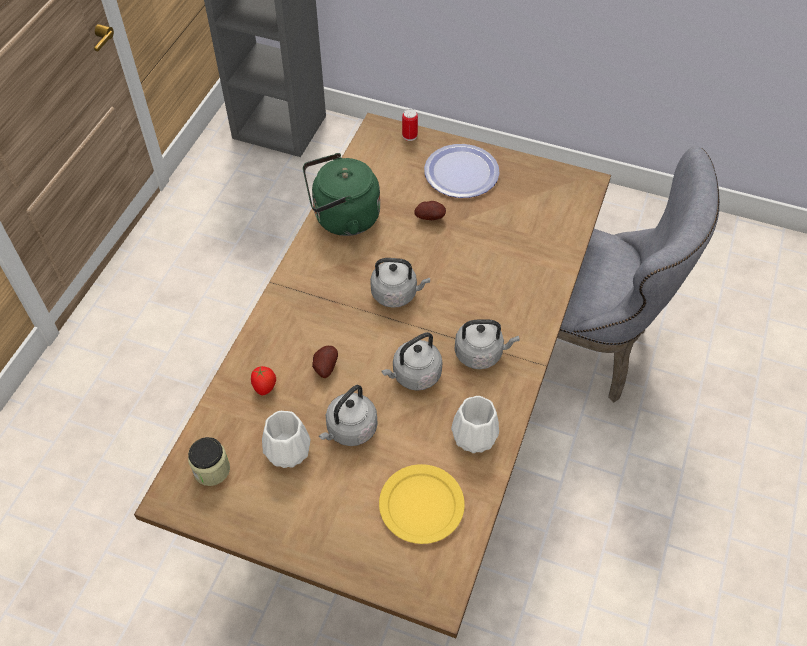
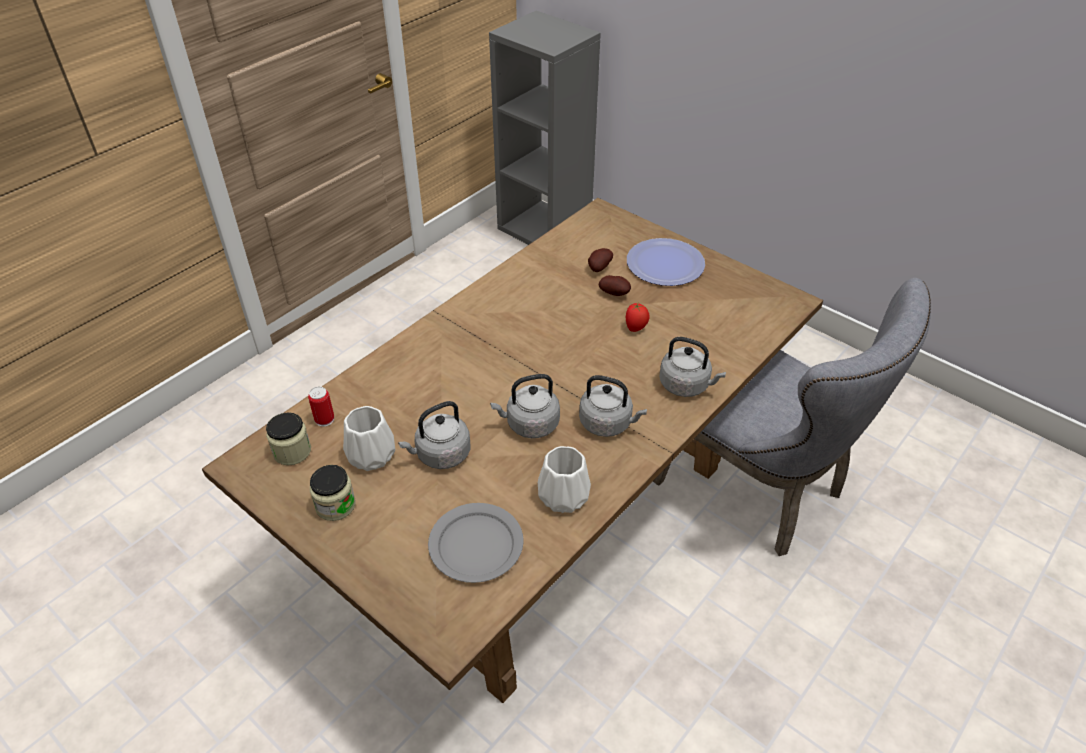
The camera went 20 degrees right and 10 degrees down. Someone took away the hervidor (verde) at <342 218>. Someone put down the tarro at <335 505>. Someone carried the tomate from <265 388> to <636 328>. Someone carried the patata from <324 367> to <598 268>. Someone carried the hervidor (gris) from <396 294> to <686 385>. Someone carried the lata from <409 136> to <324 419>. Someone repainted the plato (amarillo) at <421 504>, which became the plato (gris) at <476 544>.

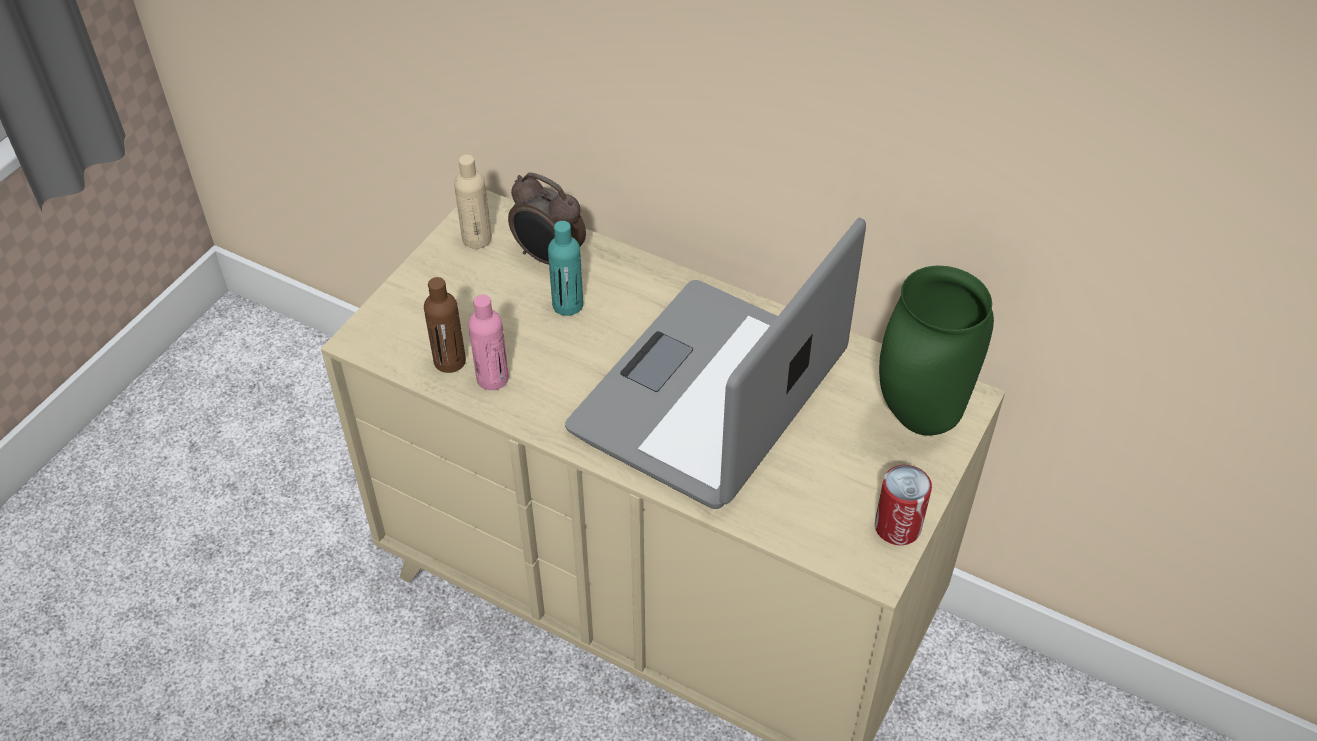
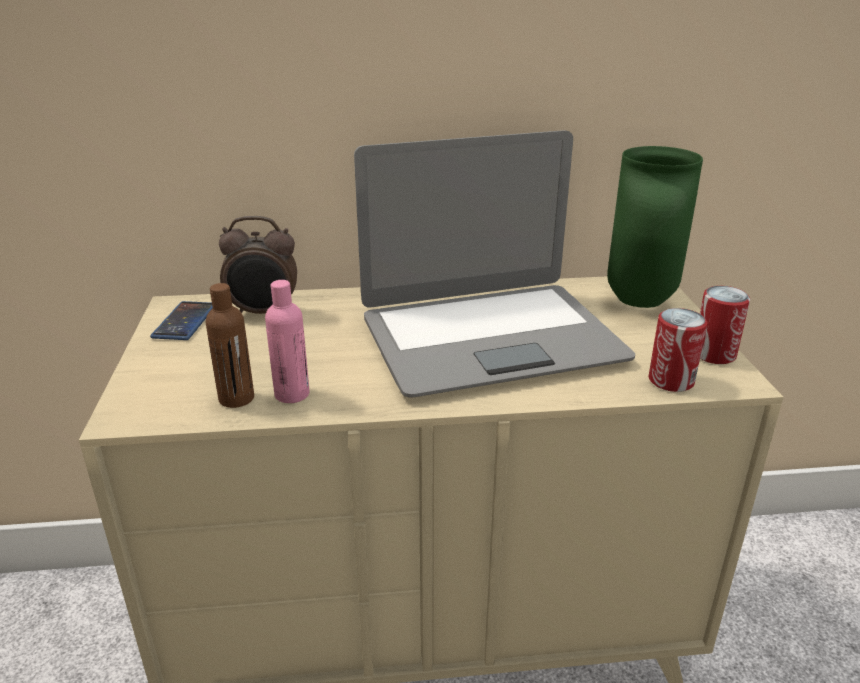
The camera went 35 degrees left and 20 degrees down. Someone took away the botella (turquesa) at <567 305>. Someone put down the lata at <671 380>. Someone swapped the botella (beis) at <477 239> for the móvil at <184 321>. Someone rotated the portátil at <711 395> by 105 degrees counterclockwise.

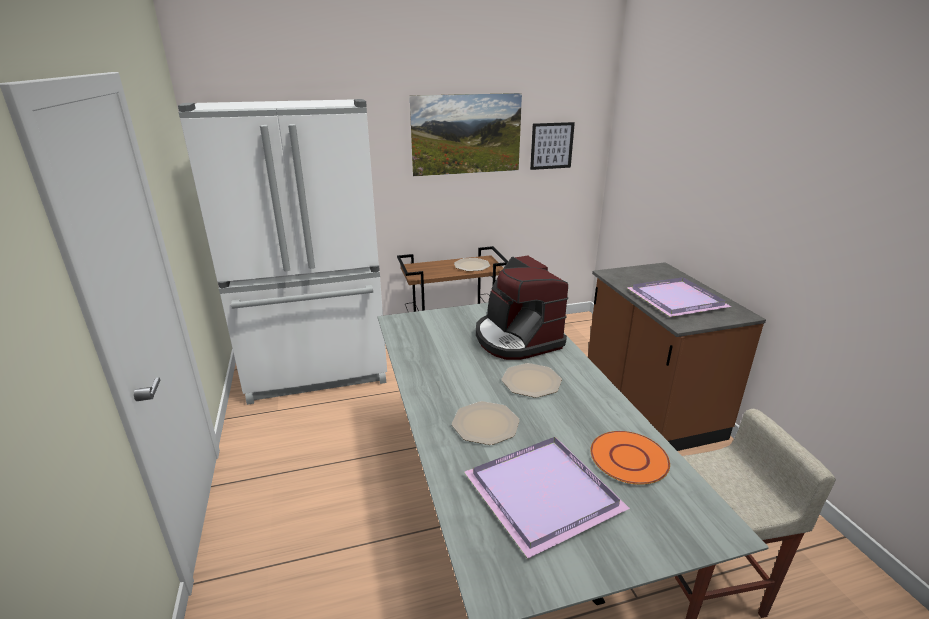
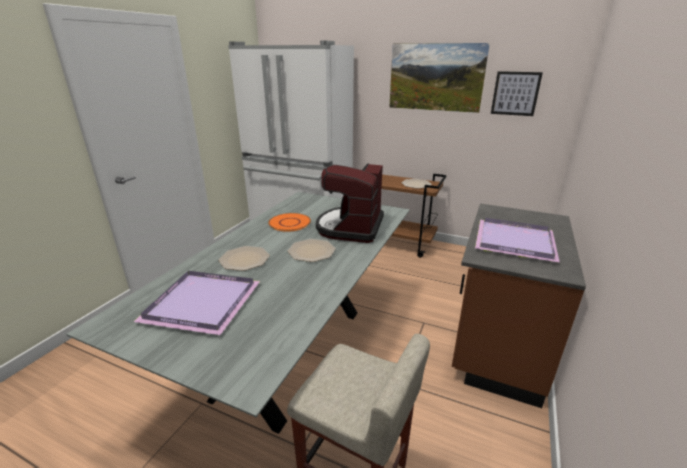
The camera went 40 degrees right and 0 degrees up. Someone carried the plato (naranja) from <628 458> to <289 223>.

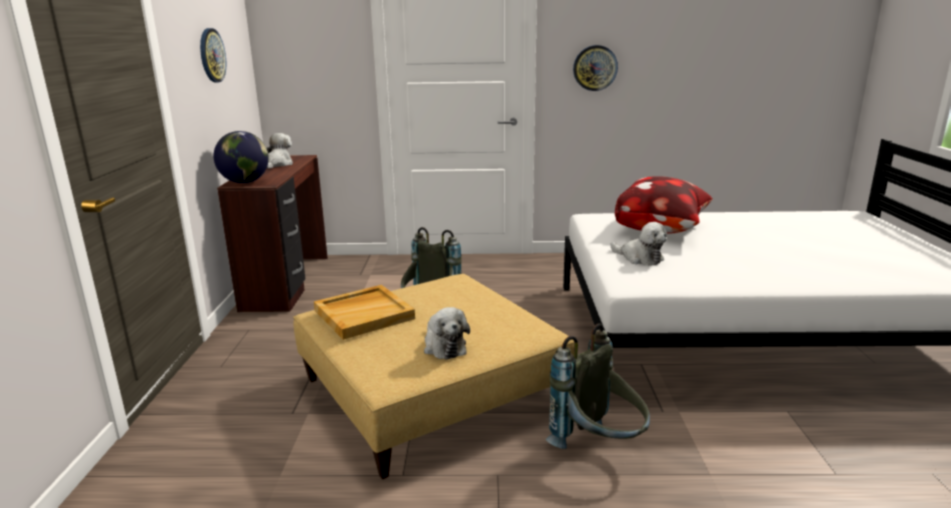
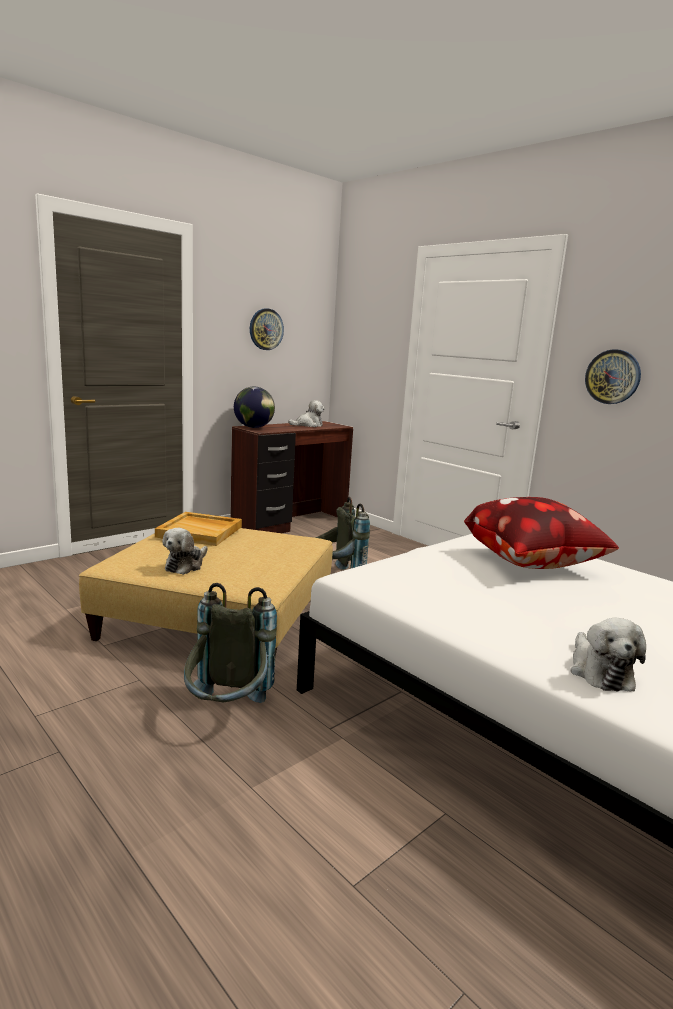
The camera went 45 degrees right and 5 degrees down. Someone carried the peluche from <639 258> to <599 671>.

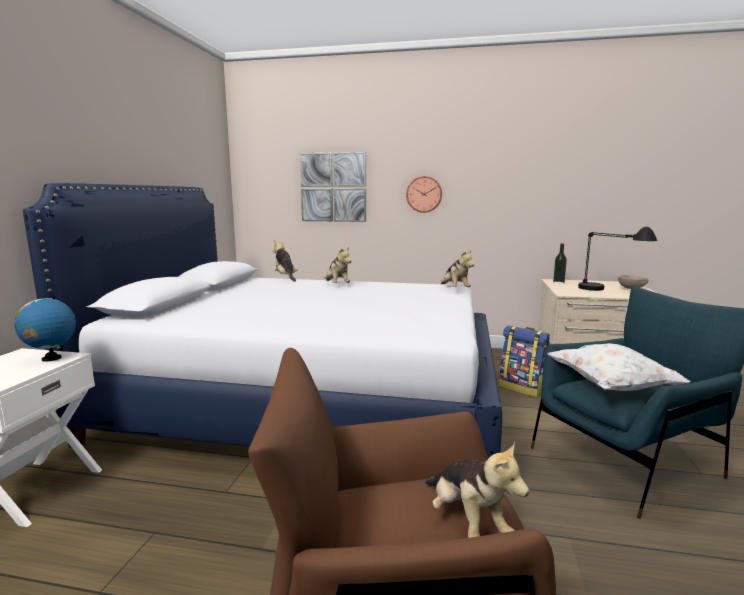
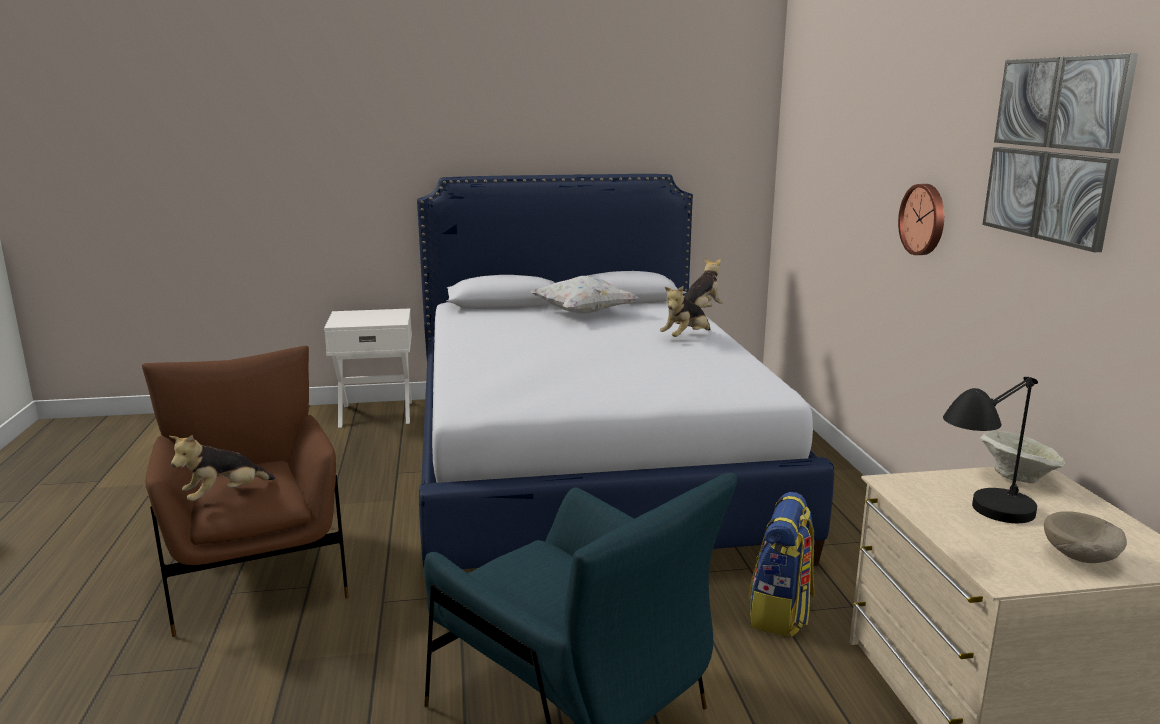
The camera went 70 degrees right and 5 degrees up. Someone took away the globo terráqueo at <51 358>. Someone took away the peluche at <455 289>. Someone carried the cuadro from <333 187> to <1054 149>. Someone carried the cojín (blanco) from <611 387> to <583 313>. Someone swapped the botella at <558 282> for the cuenco (beis) at <1018 478>.

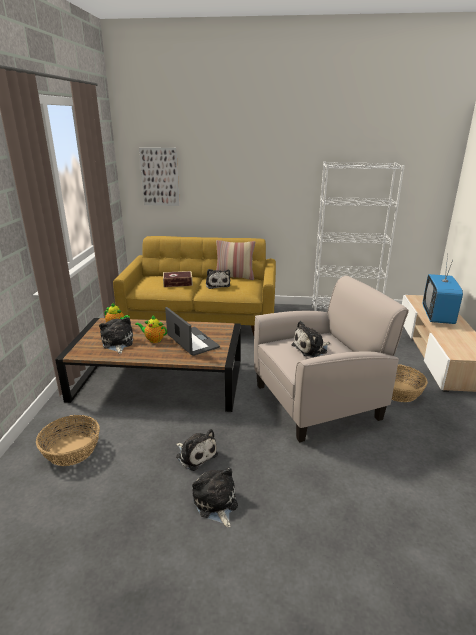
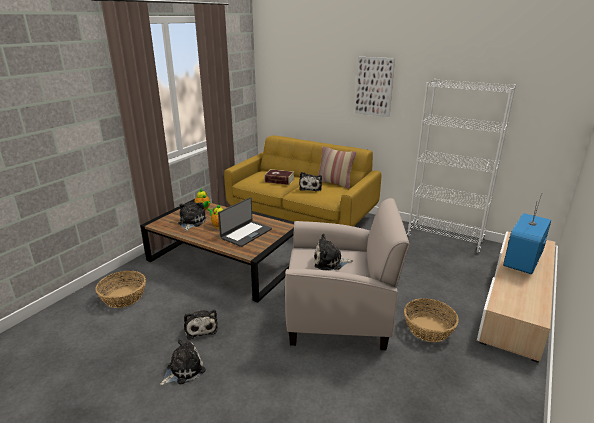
The camera went 25 degrees right and 0 degrees up. Someone carried the cuadro from <160 177> to <374 86>. Someone rotated the portátil at <192 342> by 45 degrees clockwise. Someone rotated the peluche at <216 503> by 45 degrees clockwise.

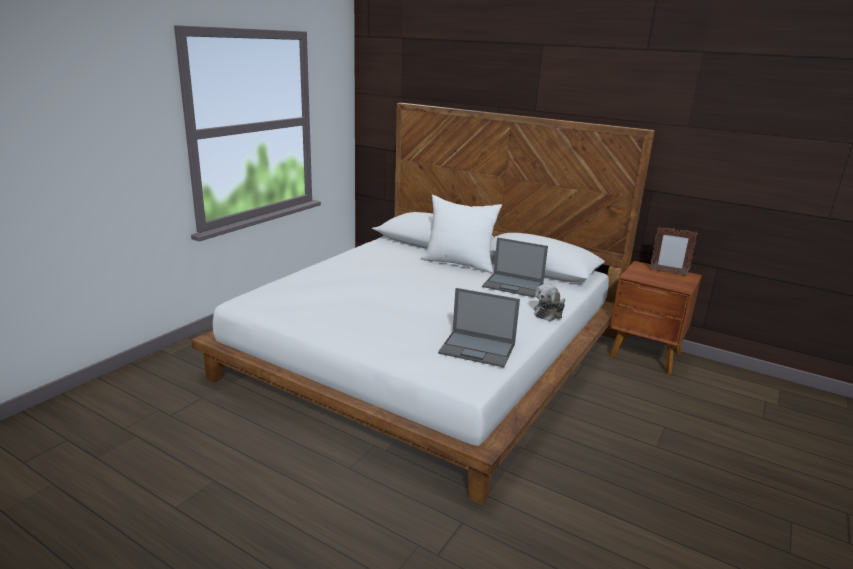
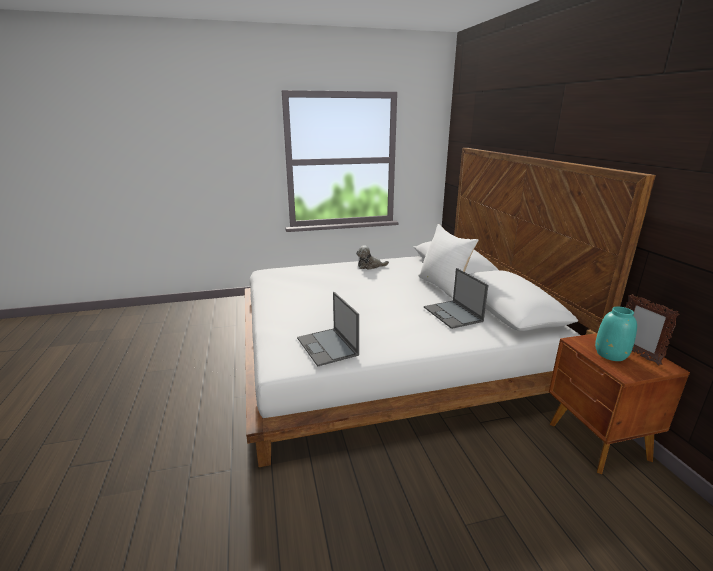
The camera went 45 degrees right and 0 degrees up. Someone put down the florero (turquesa) at <611 354>. Someone carried the peluche from <549 313> to <370 266>.

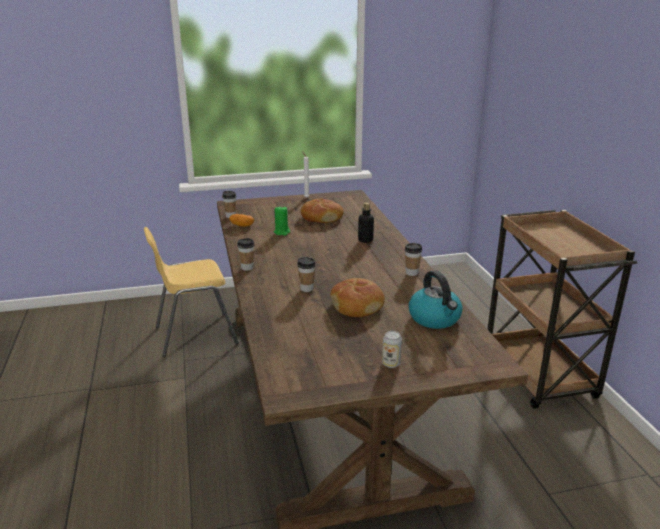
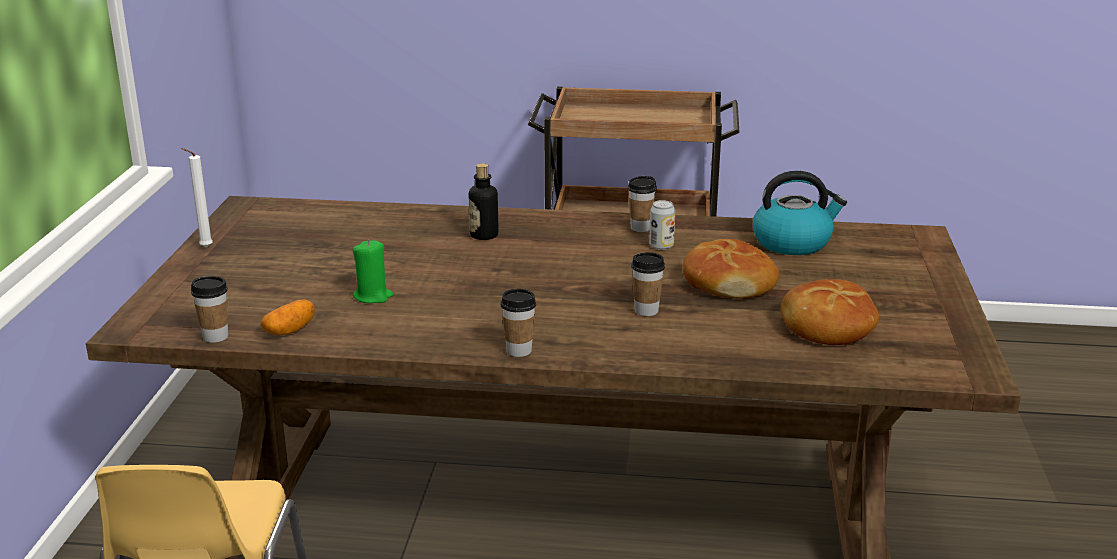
The camera went 70 degrees left and 0 degrees up. Someone carried the pan from <321 217> to <827 327>. Someone carried the lata from <391 364> to <661 246>.

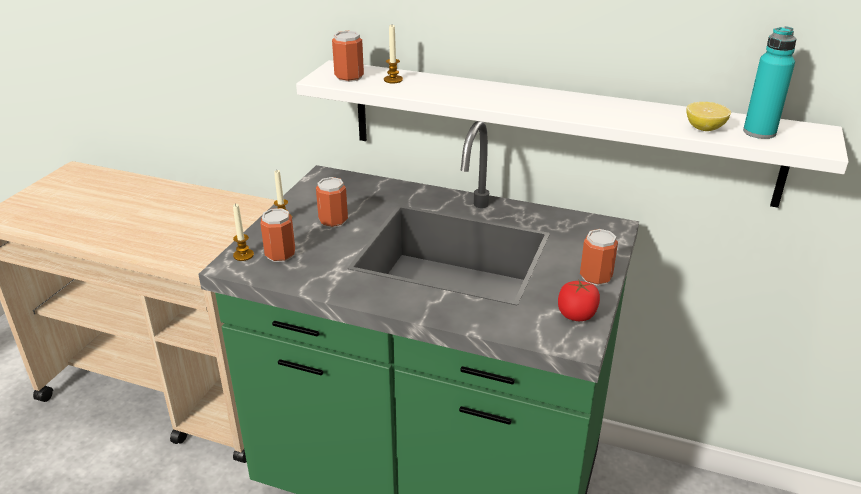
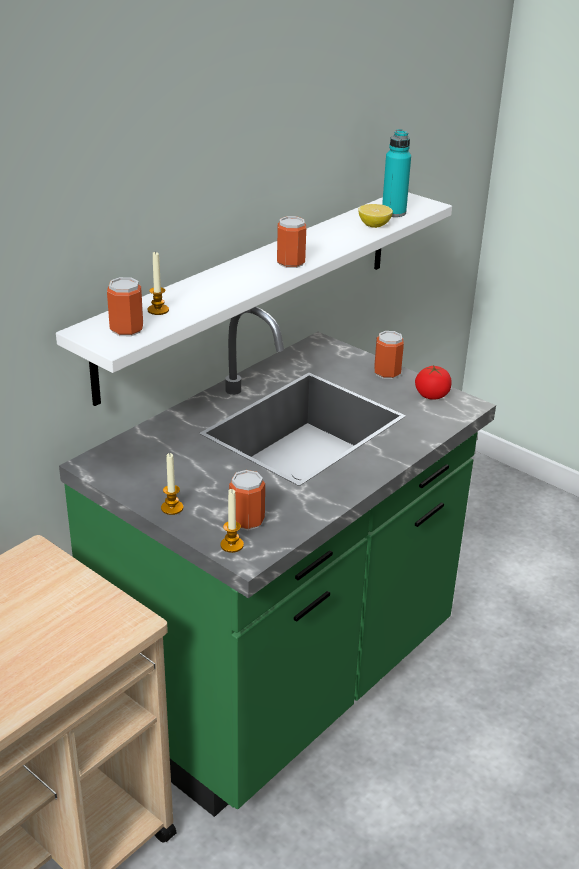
The camera went 70 degrees left and 0 degrees up. Someone carried the lata from <333 221> to <290 263>.

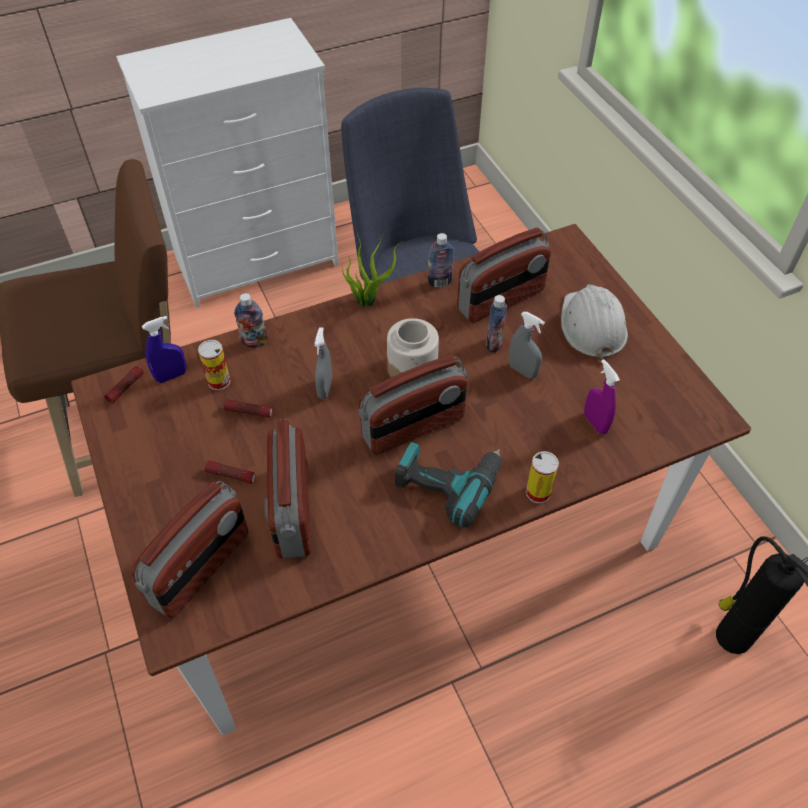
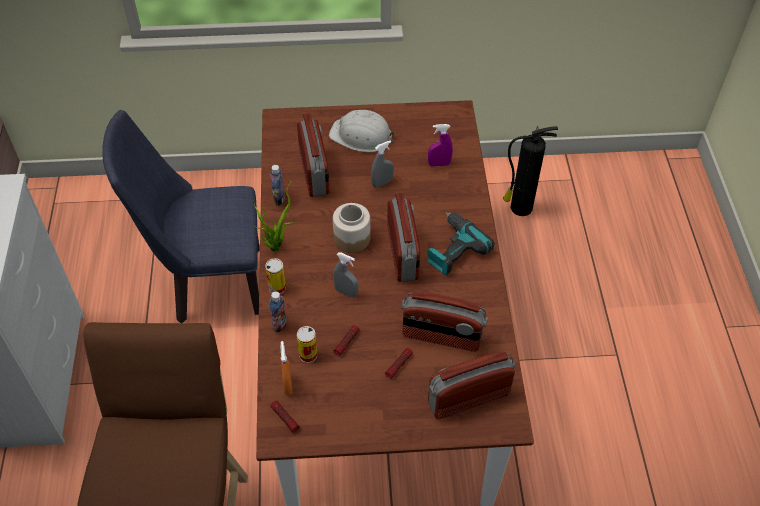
The camera went 70 degrees left and 0 degrees up. Someone took away the botella at <494 344>. Someone carried the lata from <538 492> to <277 287>. Someone repainted the pulverizador (azul) at <171 376>, which became the pulverizador (naranja) at <287 385>. Someone rotated the radio at <201 569> by 75 degrees counterclockwise.

